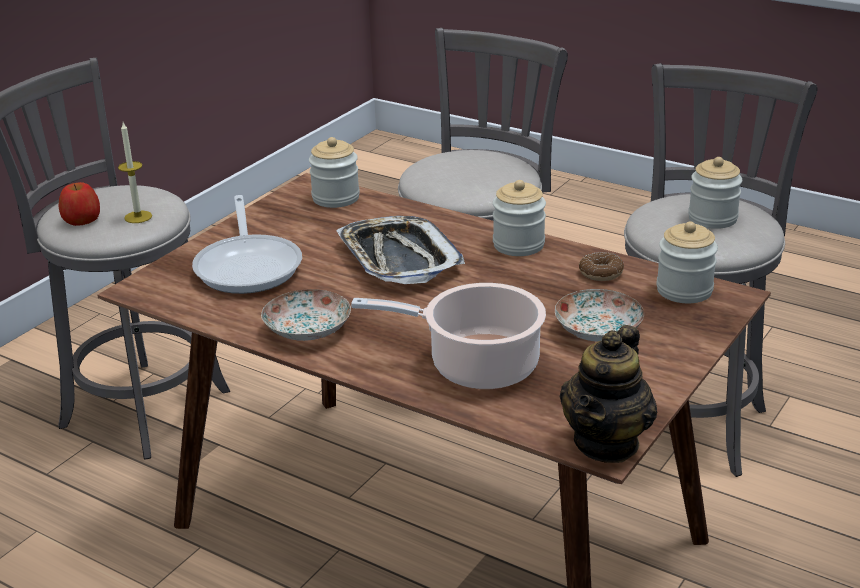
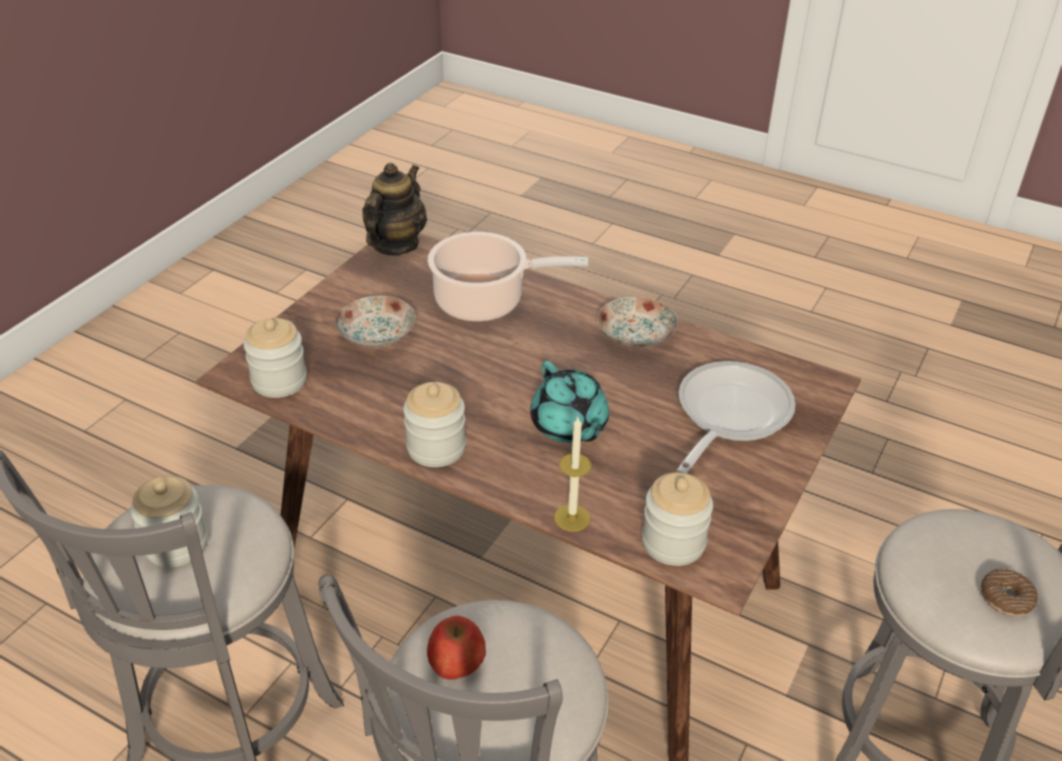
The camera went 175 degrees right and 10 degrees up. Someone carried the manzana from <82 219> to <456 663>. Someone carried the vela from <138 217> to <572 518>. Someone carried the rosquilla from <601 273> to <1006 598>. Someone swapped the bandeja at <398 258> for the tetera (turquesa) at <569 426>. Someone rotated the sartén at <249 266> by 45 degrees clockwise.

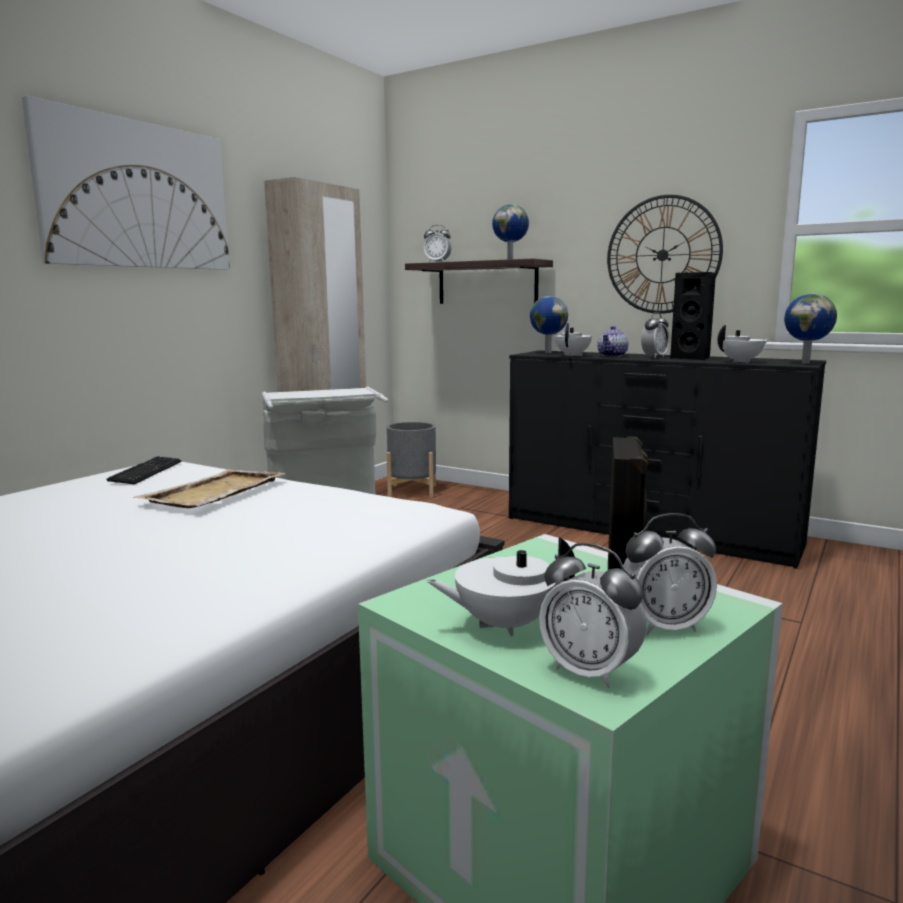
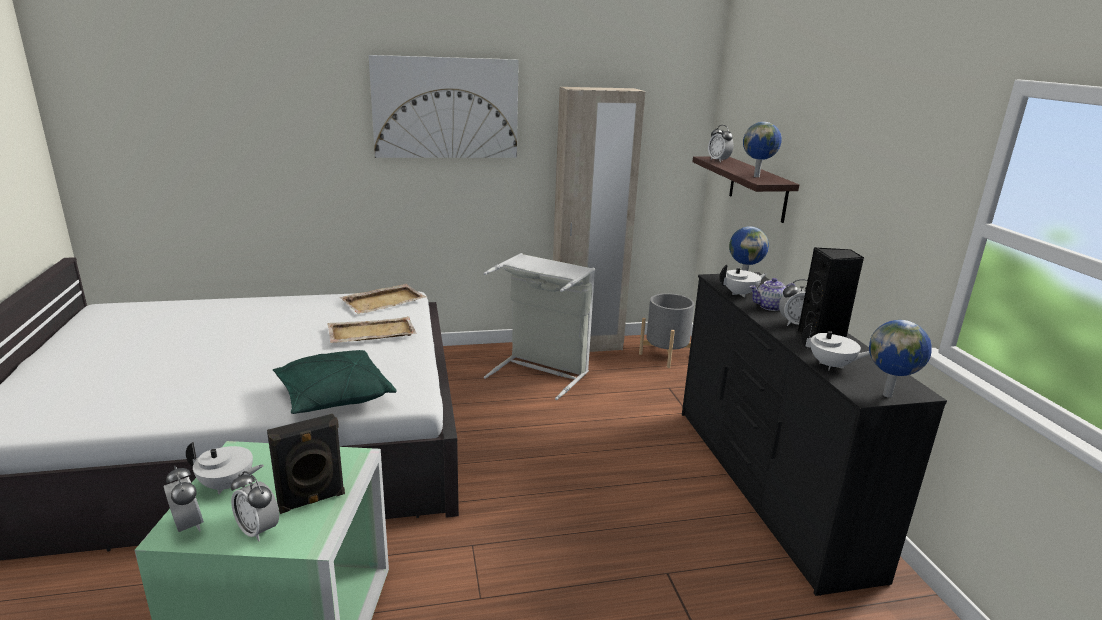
The camera went 45 degrees right and 10 degrees up. Someone took away the reloj de pared at <662 255>. Someone put down the cojín (verde) at <334 397>. Someone swapped the teclado at <146 472> for the bandeja (beis) at <384 301>. Someone rotated the tetera (blanco) at <503 624> by 150 degrees clockwise. Someone rotated the despertador at <590 672> by 150 degrees clockwise.

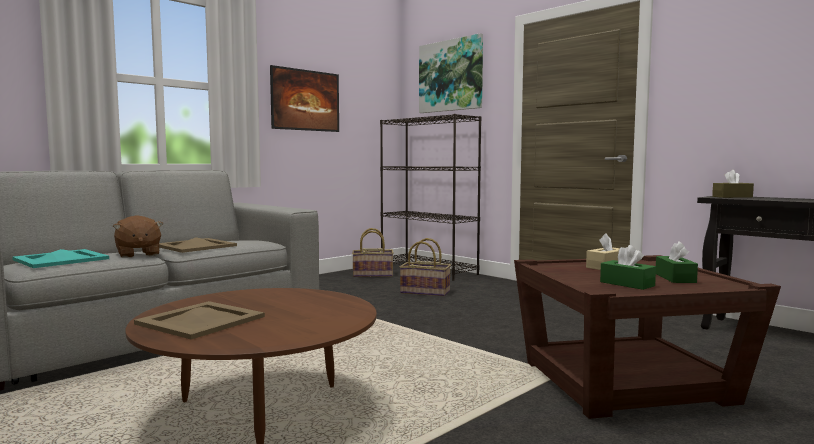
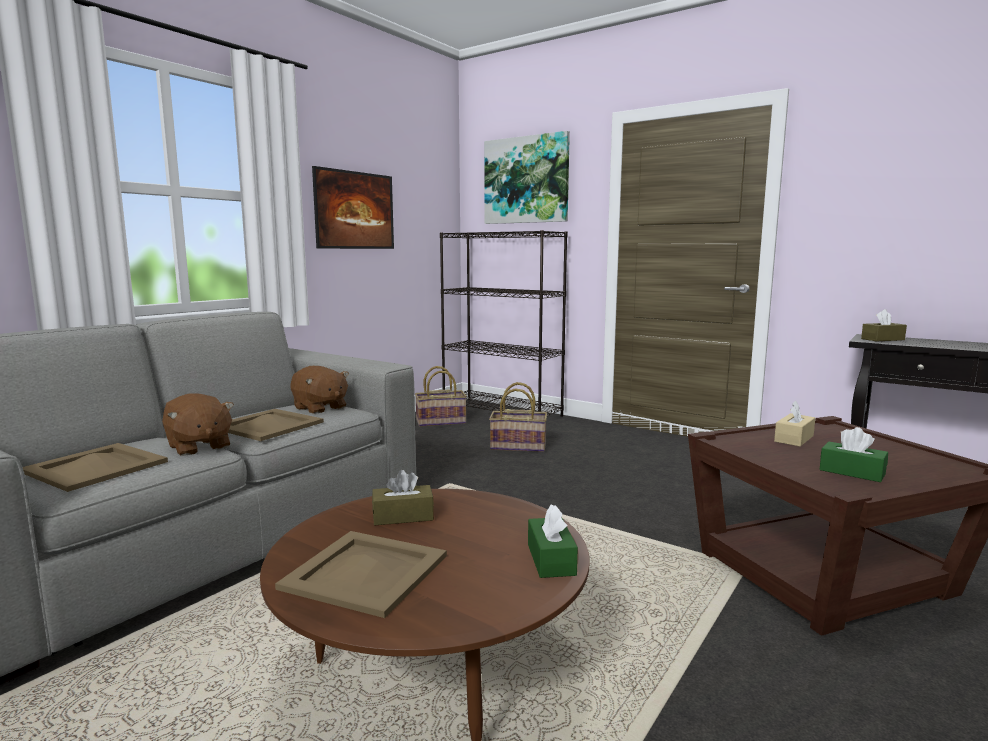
The camera went 10 degrees left and 5 degrees up. Someone put down the peluche (marrón) at <320 408>. Someone put down the caja de pañuelos (marrón) at <403 516>. Someone carried the caja de pañuelos (verde) from <675 278> to <551 559>. Someone repainted the bandeja (turquesa) at <62 259>, which became the bandeja (beis) at <97 467>.

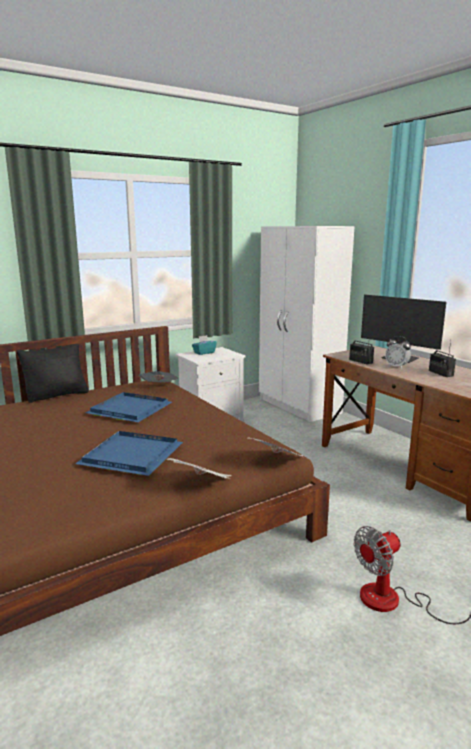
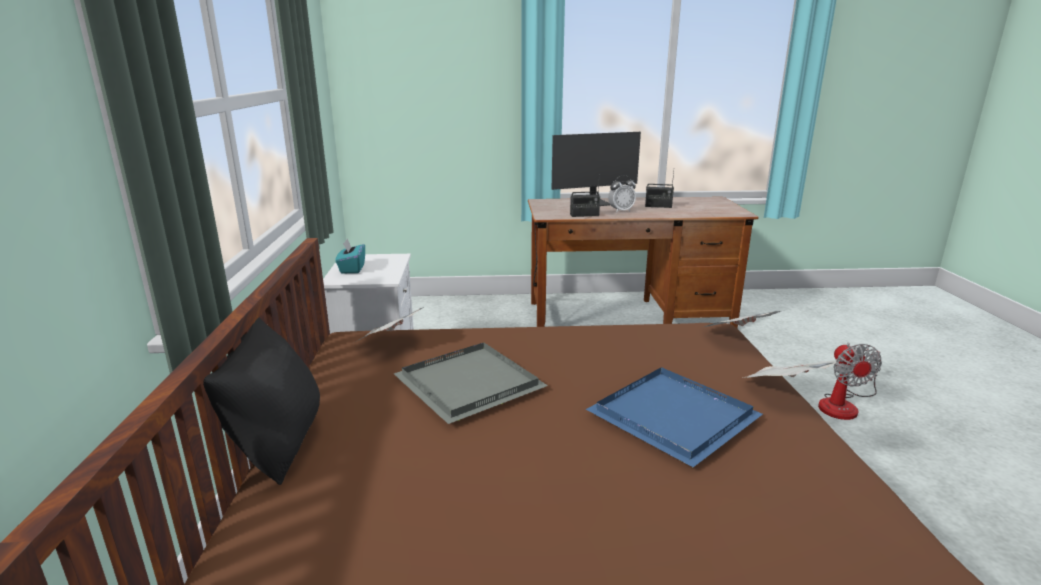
The camera went 60 degrees left and 5 degrees up. Someone took away the armario ropero (blanco) at <299 406>. Someone repainted the bandeja (azul) at <128 410>, which became the bandeja (gris) at <468 386>.

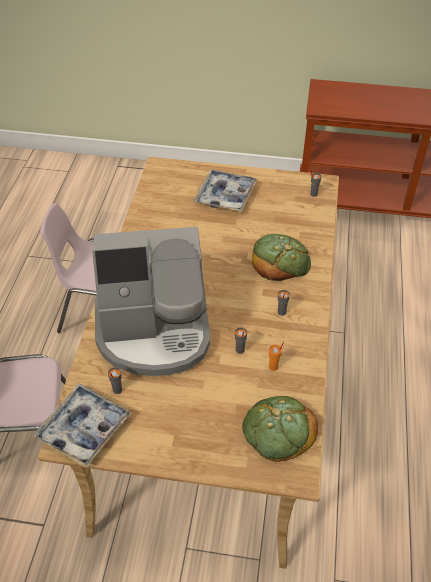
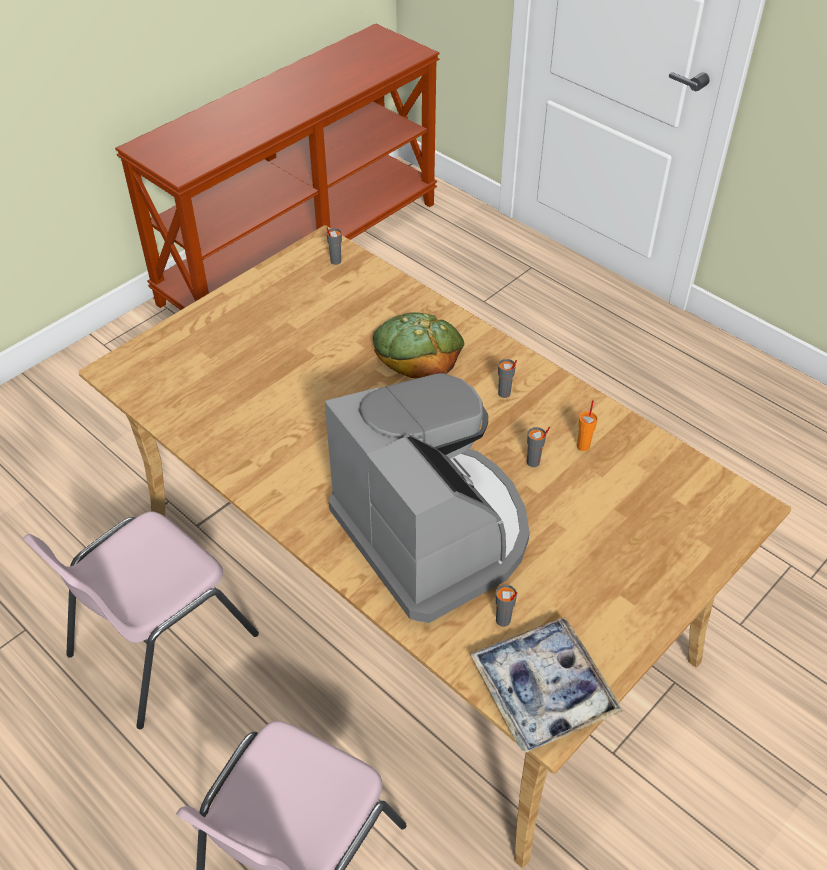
The camera went 55 degrees left and 0 degrees up. Someone took away the bandeja at <225 195>. Someone took away the pan at <278 430>. Someone rotated the cafetera at <154 332> by 60 degrees counterclockwise.

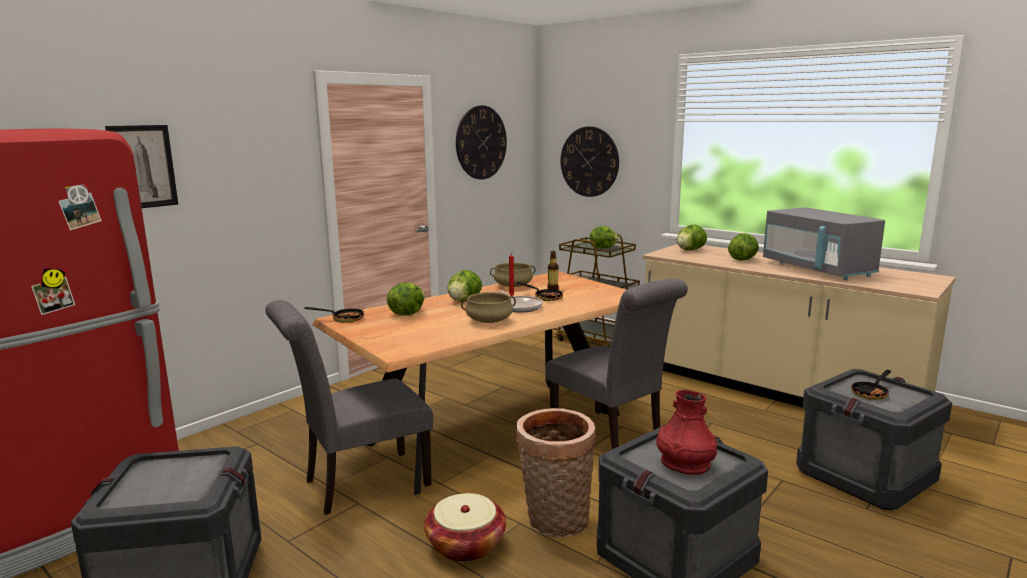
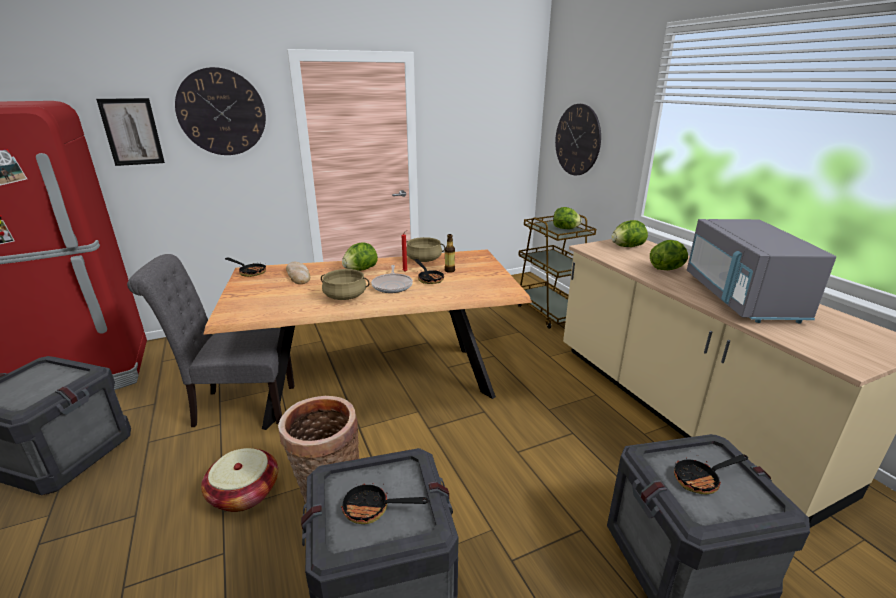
The camera went 25 degrees right and 10 degrees up. Someone took away the silla (gris) at <611 438>. Someone carried the reloj de pared from <481 142> to <222 112>. Someone swapped the lechuga at <406 314> for the pan at <298 275>. Someone swapped the florero (rojo) at <685 464> for the sartén at <373 509>.

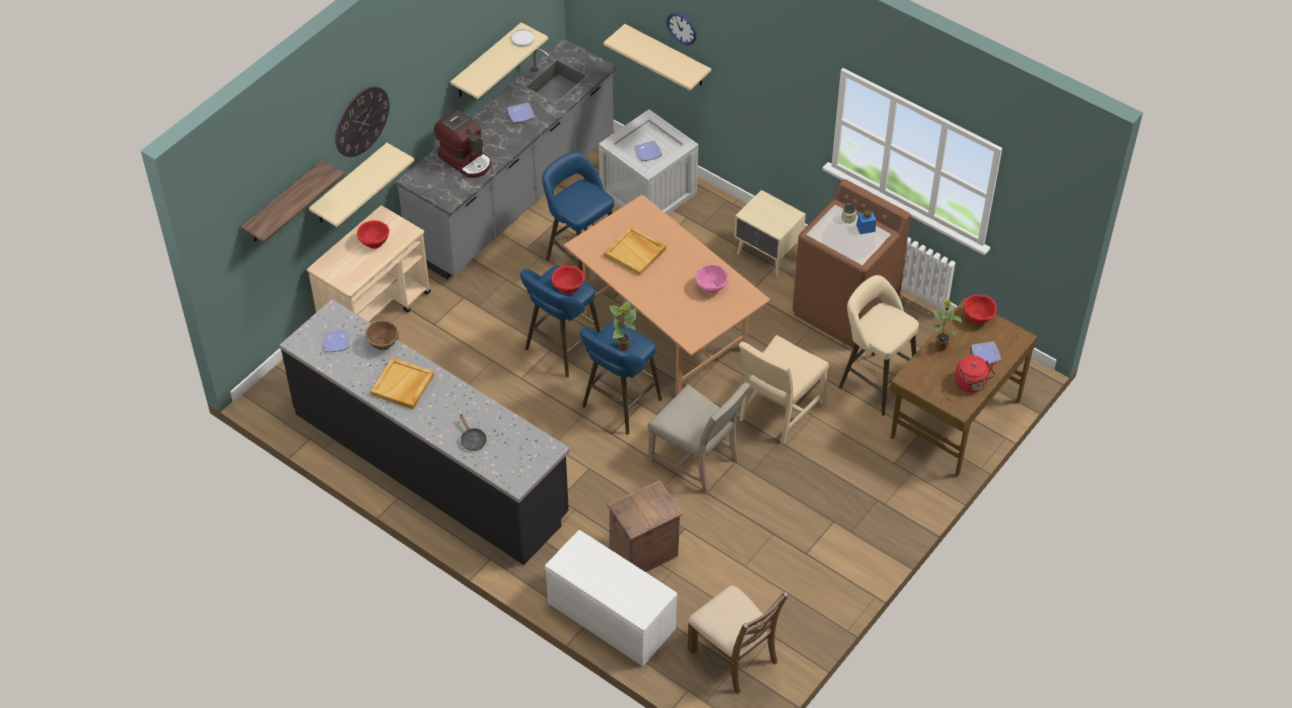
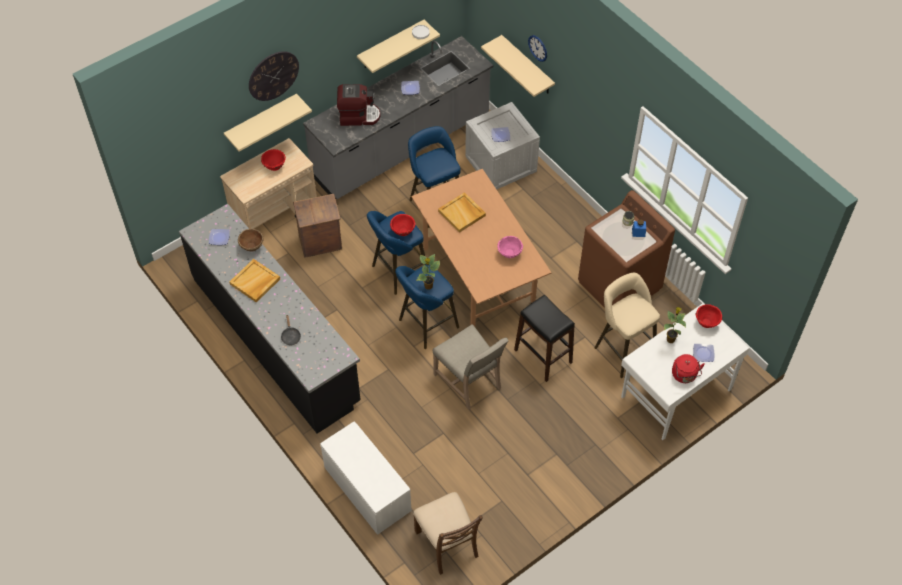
The camera went 15 degrees right and 5 degrees up. Someone took away the estante at <284 203>. Someone took away the mesita de noche (beis) at <768 255>. Someone carried the caja de embalaje from <644 553> to <321 243>. Someone swapped the silla (beis) at <778 411> for the taburete (negro) at <542 356>. Someone repainted the escritorio (marrón) at <954 419>, which became the escritorio (blanco) at <675 393>. Someone rotated the cafetera at <466 159> by 60 degrees counterclockwise.

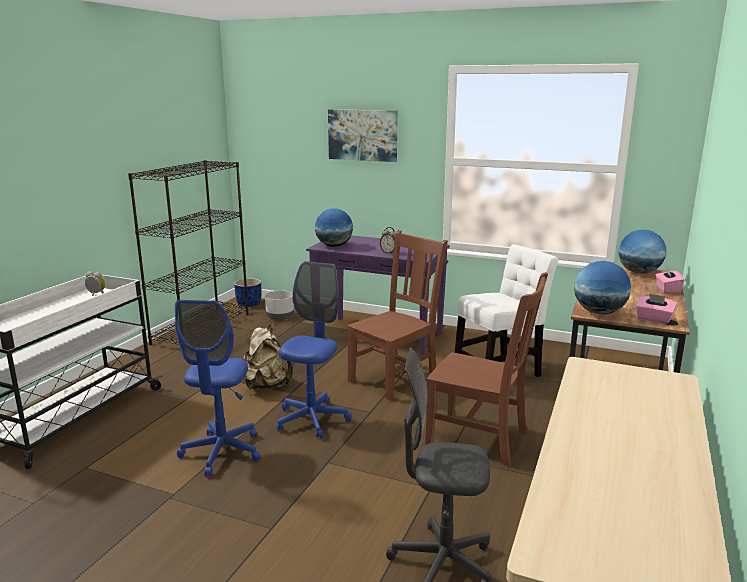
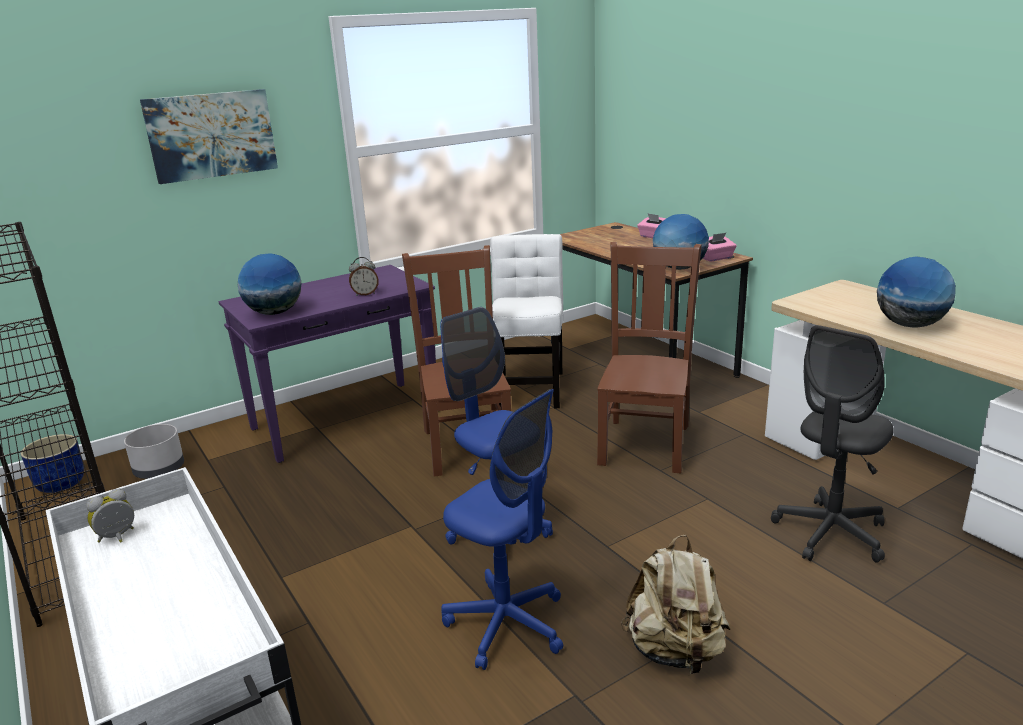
The camera went 55 degrees left and 5 degrees up. Someone carried the mochila (beis) from <266 386> to <675 651>. Someone carried the globo terráqueo from <639 272> to <910 325>. Someone rotated the silla (marrón) at <480 439> by 45 degrees counterclockwise.

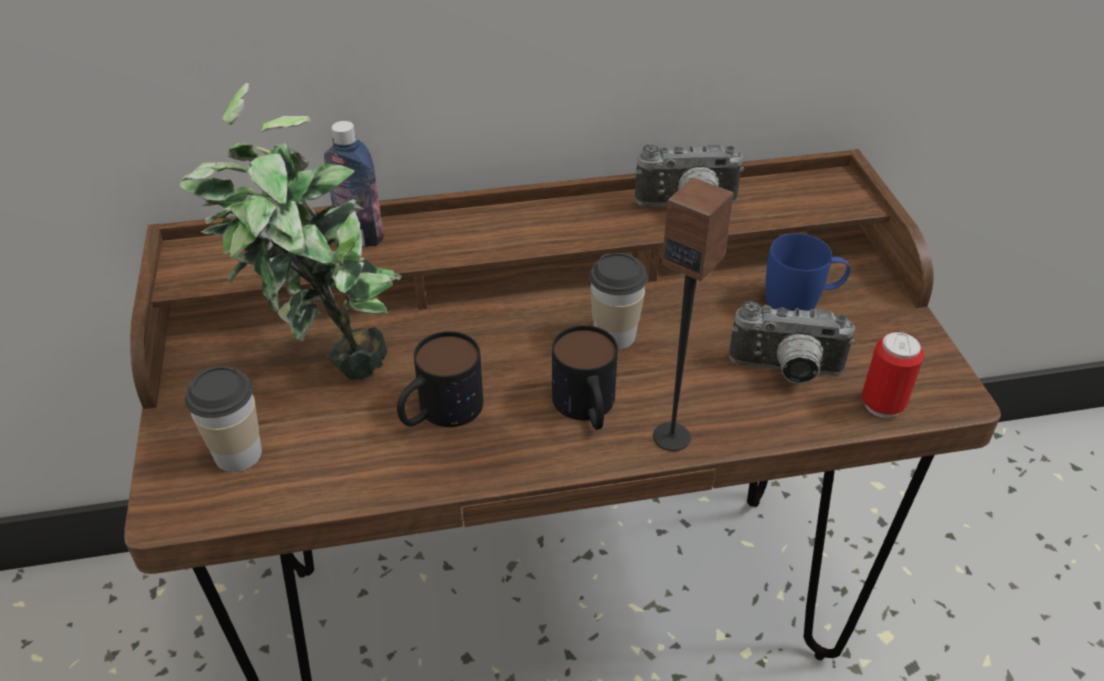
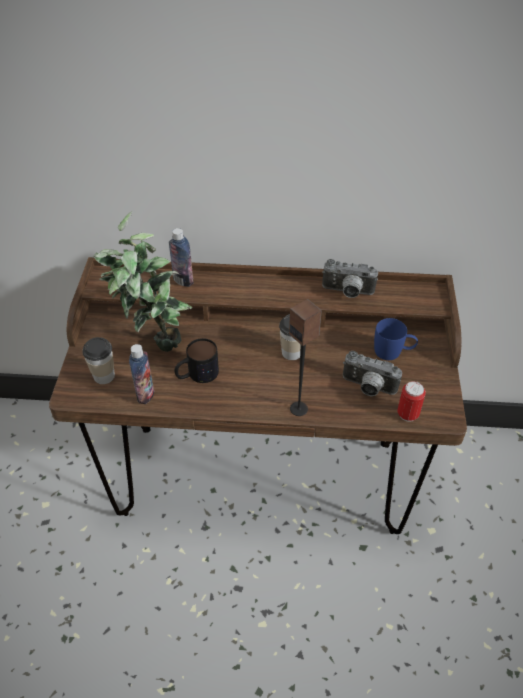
The camera went 15 degrees right and 5 degrees up. Someone took away the taza grande at <587 409>. Someone put down the botella at <145 394>.

